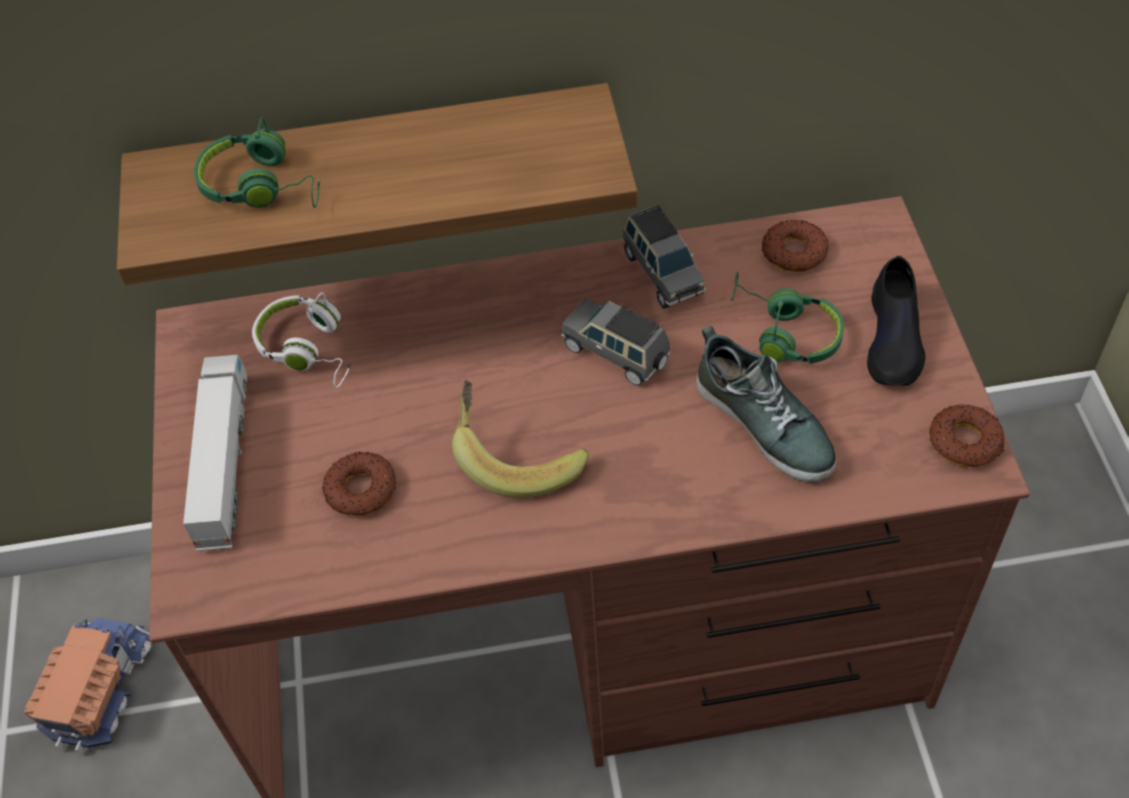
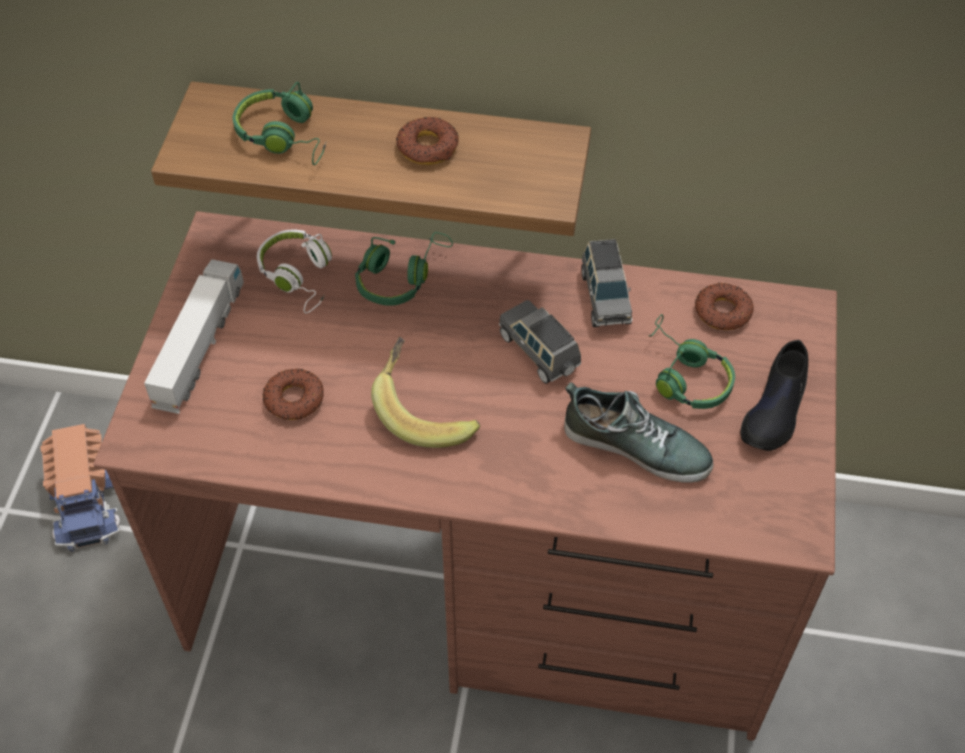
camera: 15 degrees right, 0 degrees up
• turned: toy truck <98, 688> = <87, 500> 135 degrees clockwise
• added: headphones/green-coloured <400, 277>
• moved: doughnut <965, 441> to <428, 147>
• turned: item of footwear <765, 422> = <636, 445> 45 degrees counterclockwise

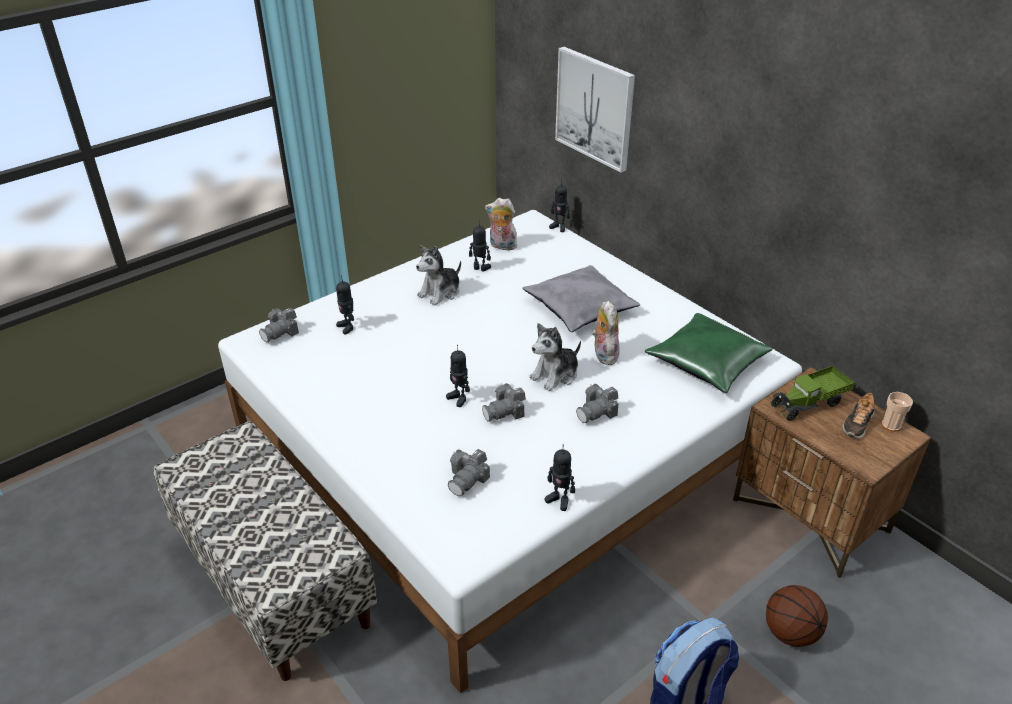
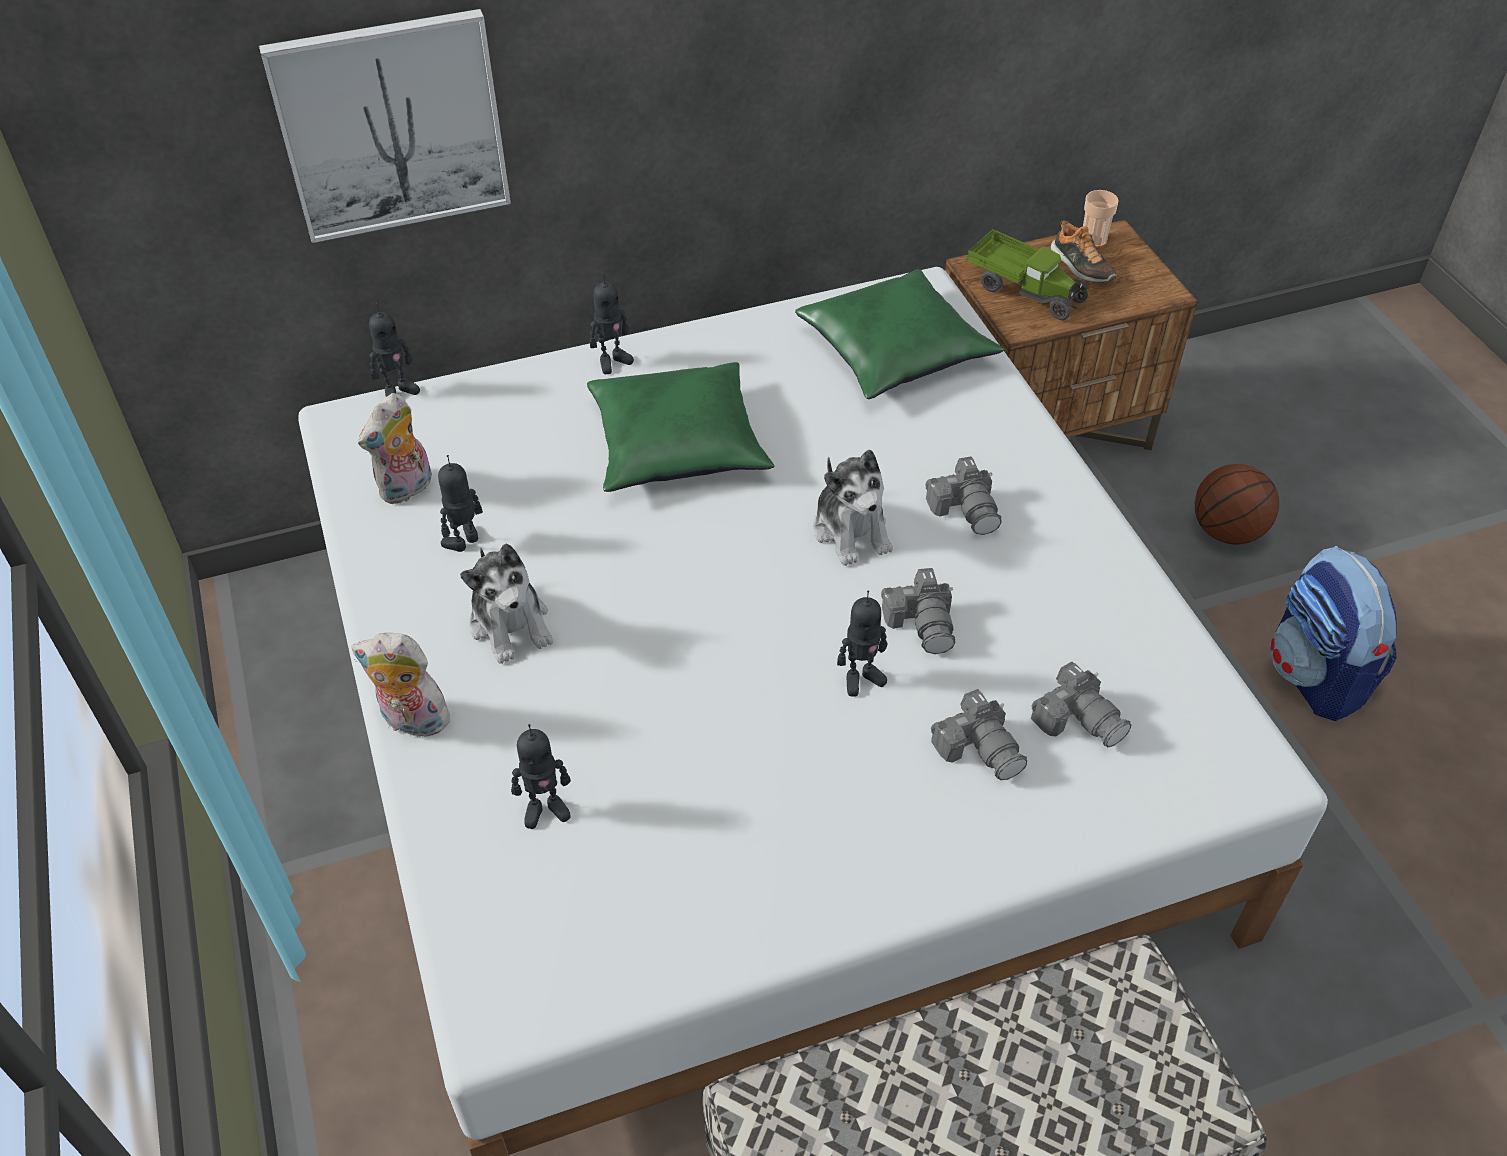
camera: 70 degrees left, 10 degrees up
• moved: plush toy <603, 354> to <412, 721>
• recoloured: pillow/gray <580, 308> to pillow/green-coloured <678, 443>
• moved: toy robot <559, 500> to <612, 361>
• moved: still camera <281, 332> to <979, 748>
• turned: toy truck <809, 403> = <1025, 291> 45 degrees counterclockwise

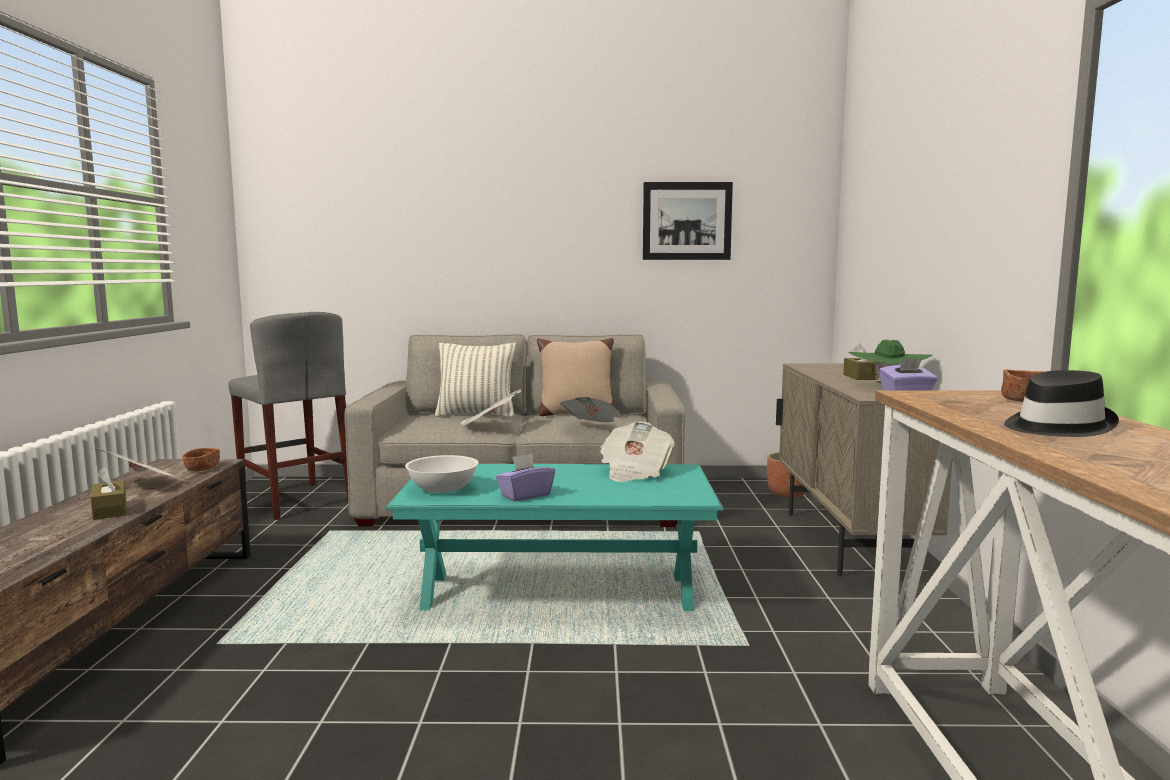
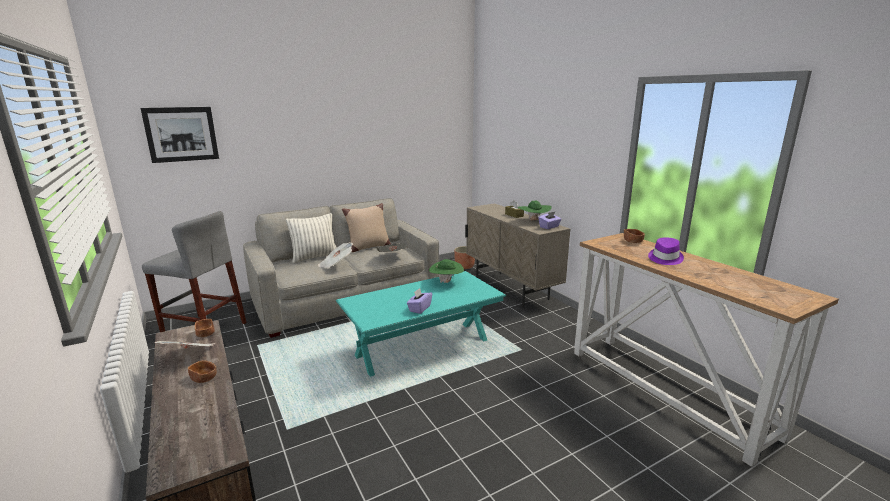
camera: 30 degrees left, 10 degrees up
• moved: wall art <687, 221> to <181, 134>
• replaced: box of tissues/brown <110, 510> to bowl/brown <204, 378>
• replaced: daily paper <634, 472> to clothing hat/green-coloured <446, 282>
• recoloured: clothing hat/black <1055, 426> to clothing hat/purple <664, 258>
• removed: bowl/white-coloured <442, 489>

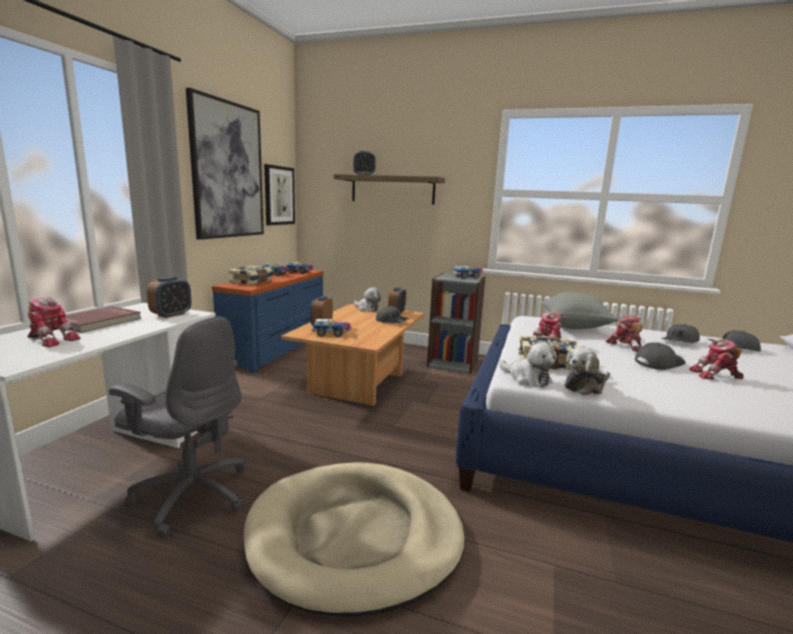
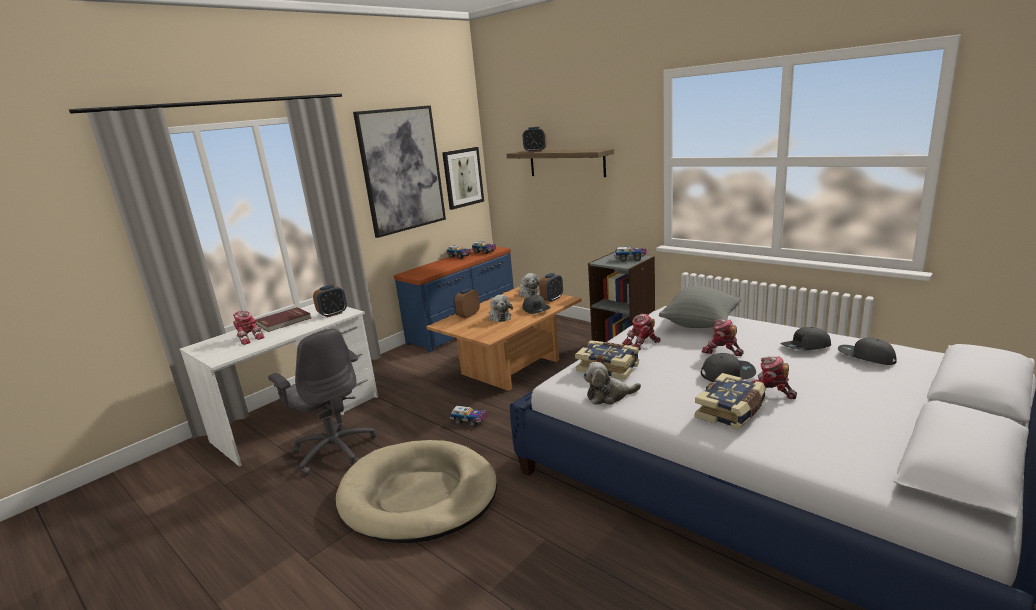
camera: 25 degrees right, 5 degrees up
• moved: toy truck <331, 334> to <469, 421>
• moved: plush toy <527, 378> to <499, 317>
• moved: bound book <252, 282> to <731, 412>
• turned: toy robot <625, 346> = <721, 351> 60 degrees counterclockwise

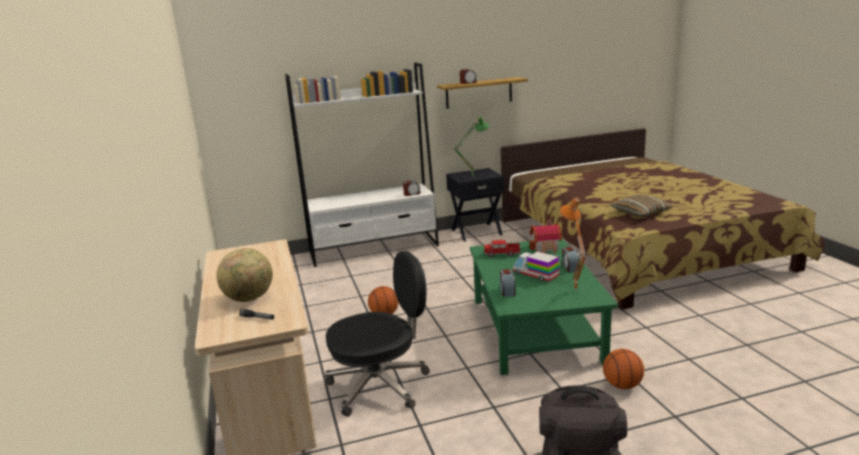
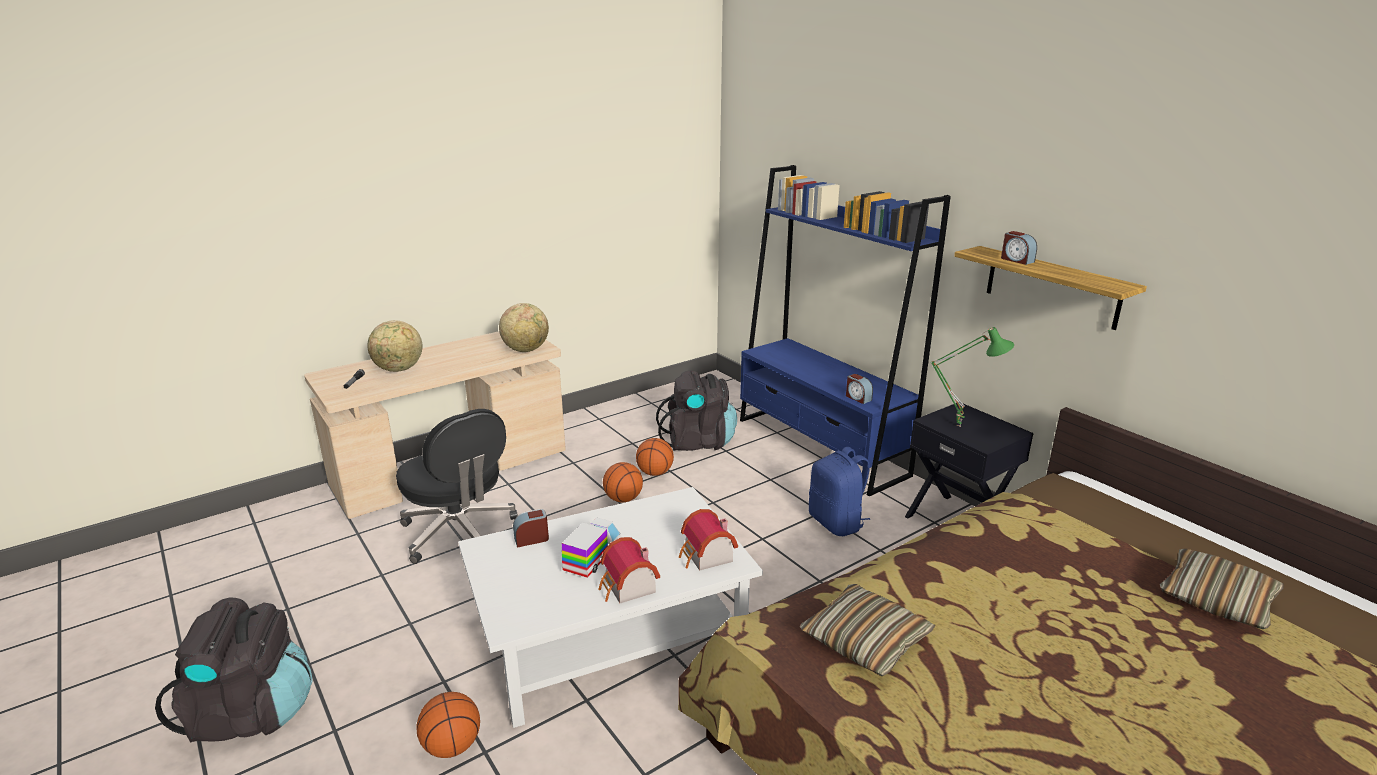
camera: 70 degrees right, 5 degrees up
• recoloured: coffee table/green-coloured <535, 329> to coffee table/white-coloured <610, 636>
• added: globe <526, 350>
• replaced: alarm clock <570, 267> to miniature house <628, 588>
• added: ball for basketball <655, 473>
• added: rucksack/black <698, 441>
• recoloured: bookcase/white-coloured <374, 249> to bookcase/bluish <821, 447>
• added: rucksack/bluish <837, 523>
• added: pillow <1216, 599>
• removed: toy truck <502, 254>
• removed: table lamp/orange <573, 290>

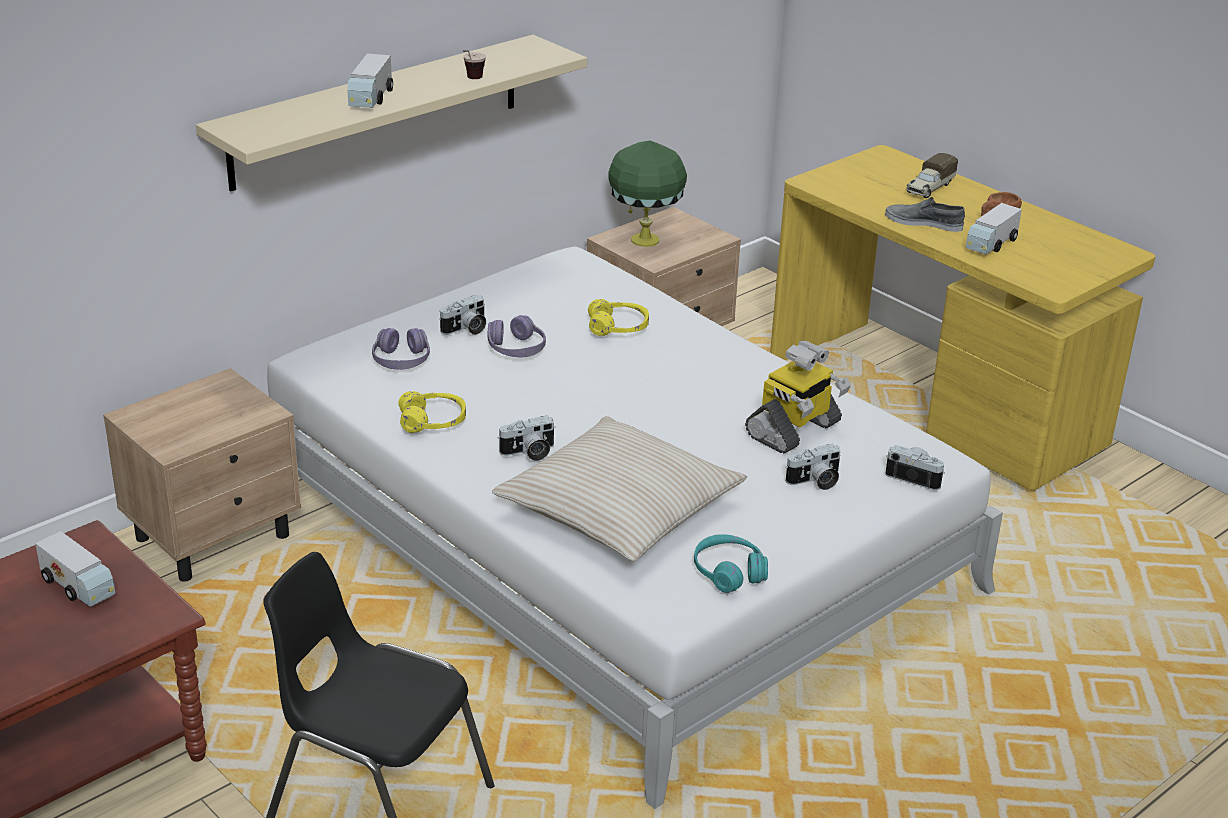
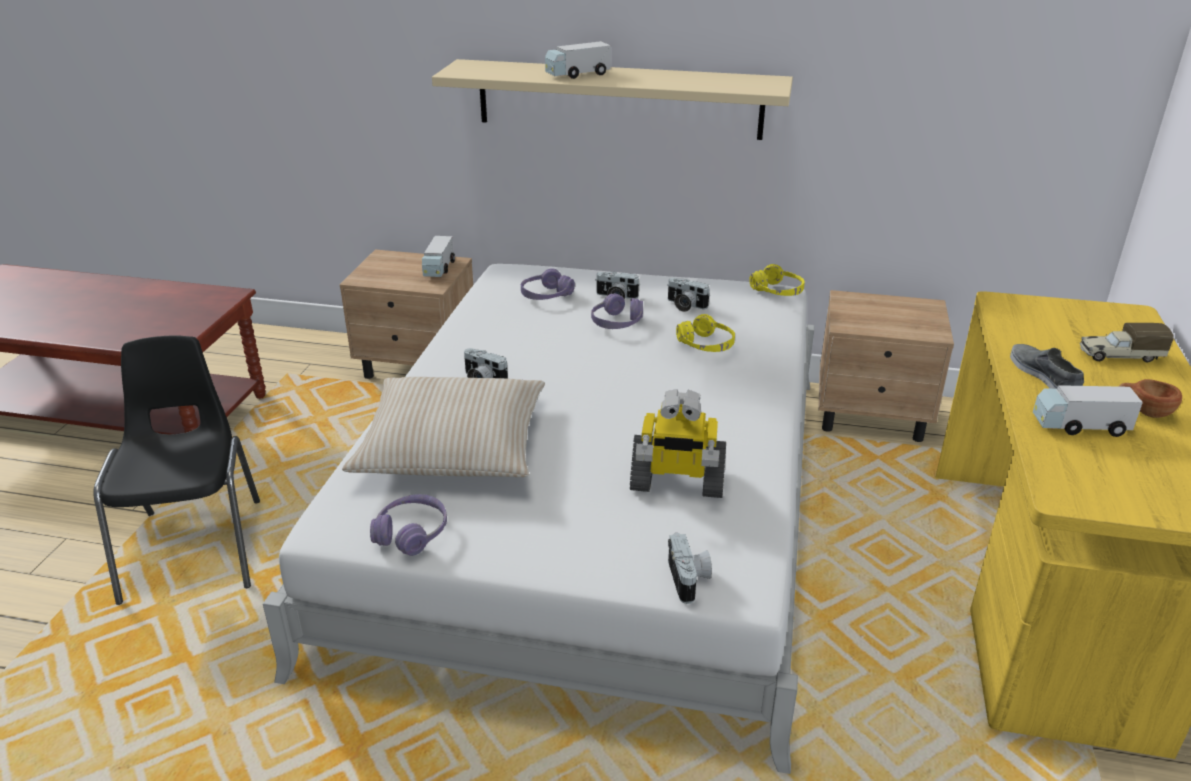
camera: 55 degrees right, 0 degrees up
• recoloured: headphones/turquoise <729, 573> to headphones/purple <411, 533>
• moved: toy truck <78, 586> to <438, 268>
• moved: still camera <815, 481> to <685, 305>
• moved: headphones/yellowish <433, 422> to <777, 291>
• removed: drinking cup <471, 80>
• removed: table lamp/green-coloured <644, 239>

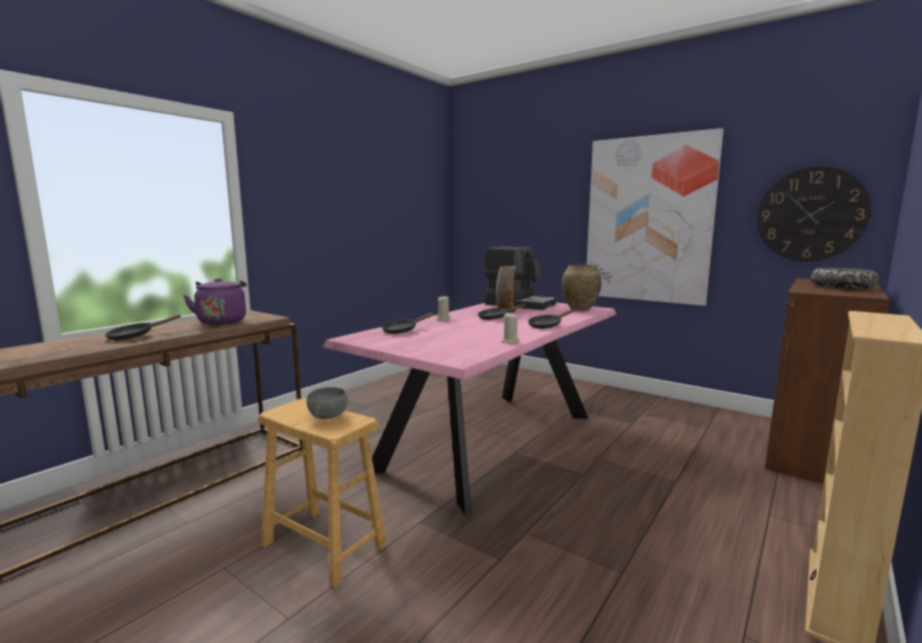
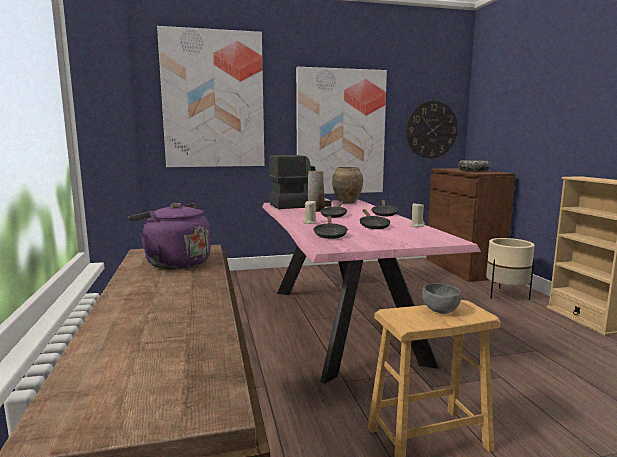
camera: 50 degrees left, 0 degrees up
• added: wall art <213, 100>
• moved: pan/black <135, 336> to <373, 226>
• added: planter/sand-coloured <506, 295>

